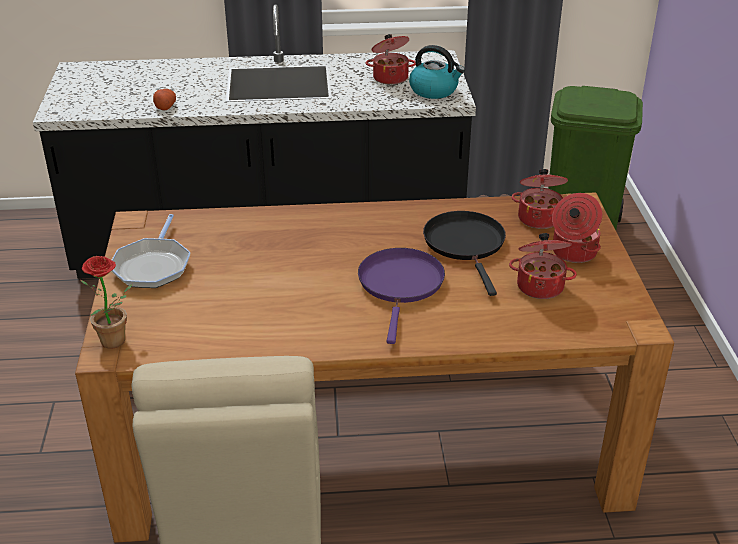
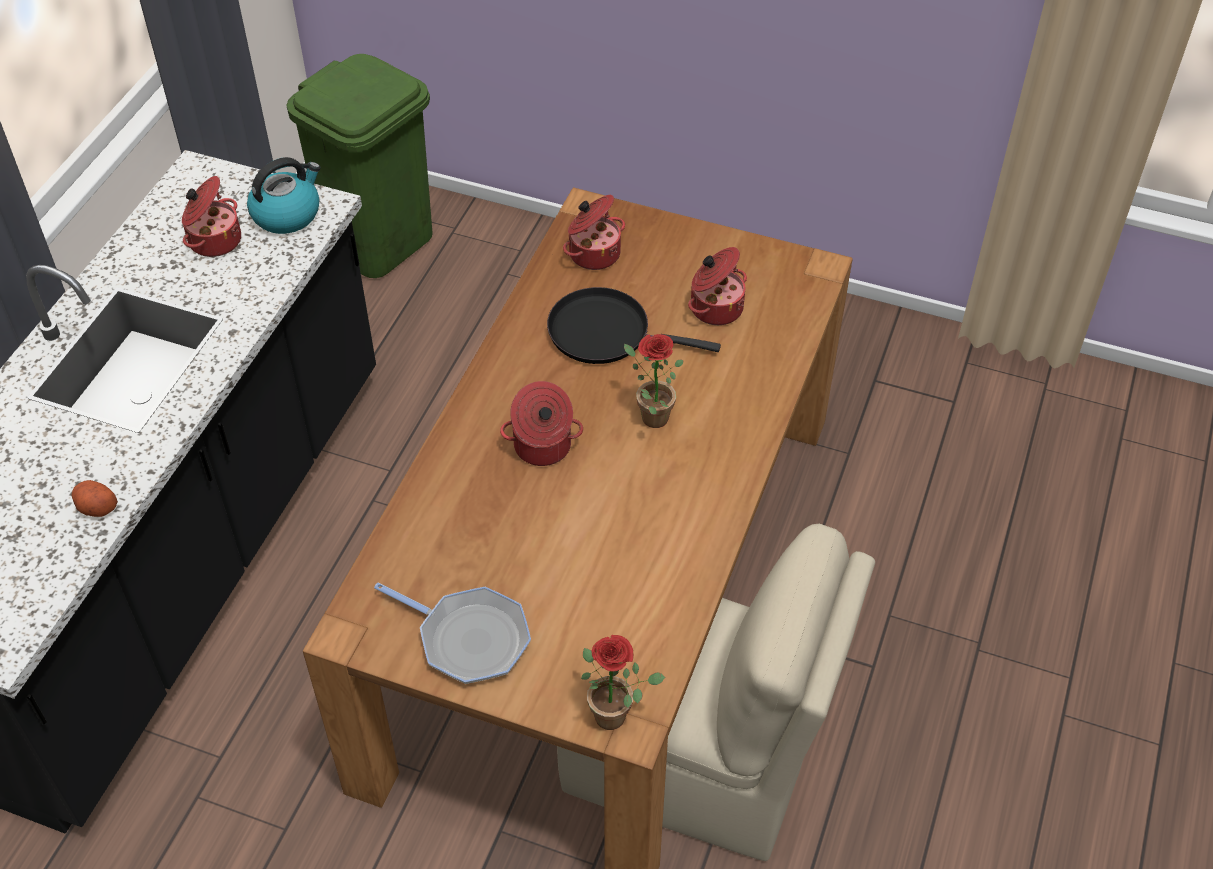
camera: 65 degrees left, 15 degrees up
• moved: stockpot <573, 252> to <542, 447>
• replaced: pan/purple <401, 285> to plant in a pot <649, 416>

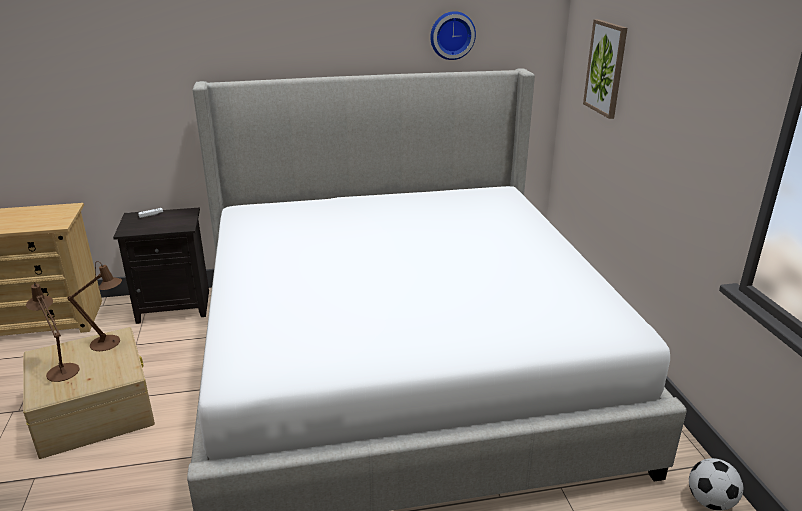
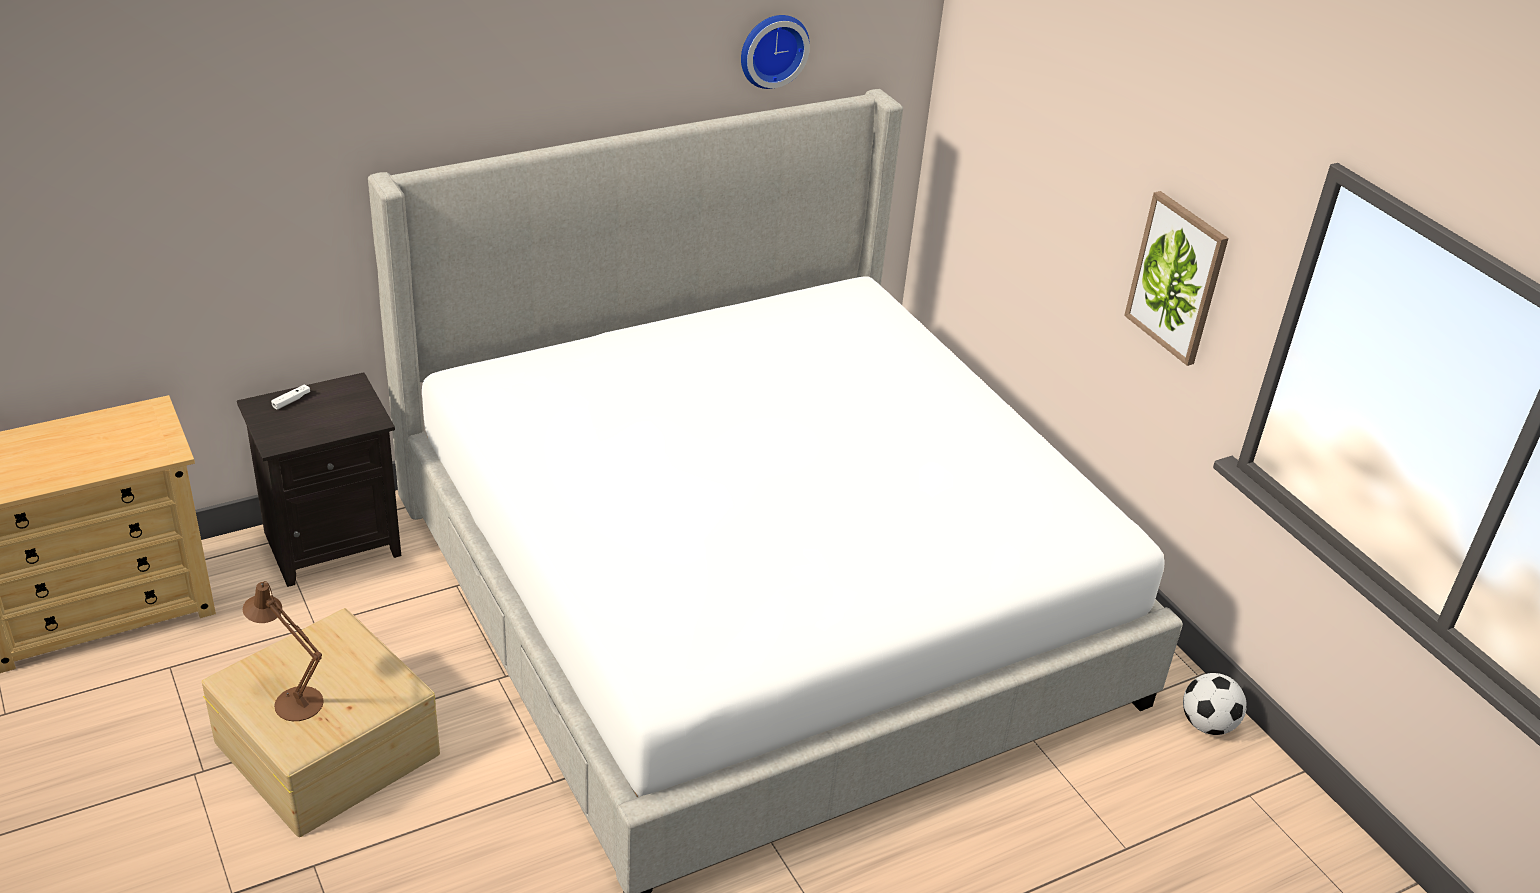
camera: 20 degrees left, 10 degrees up
• moved: wall art <606, 68> to <1177, 277>
• removed: table lamp/brown <109, 343>

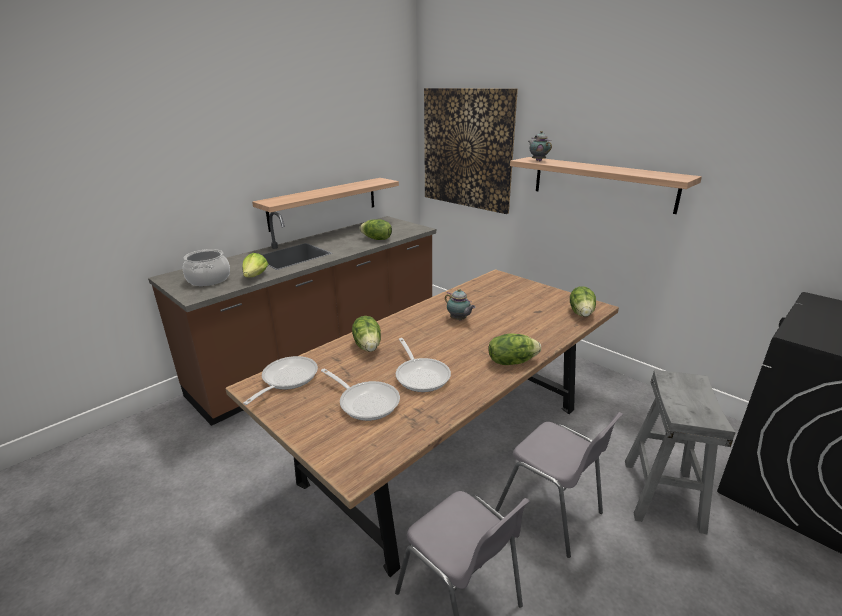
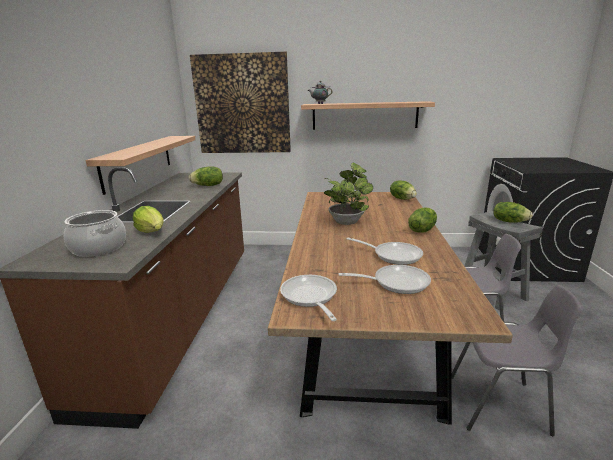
camera: 40 degrees left, 5 degrees down
• replaced: pot for tea <459, 320> to plant in a pot <347, 221>
• moved: lettuce head <368, 346> to <509, 221>

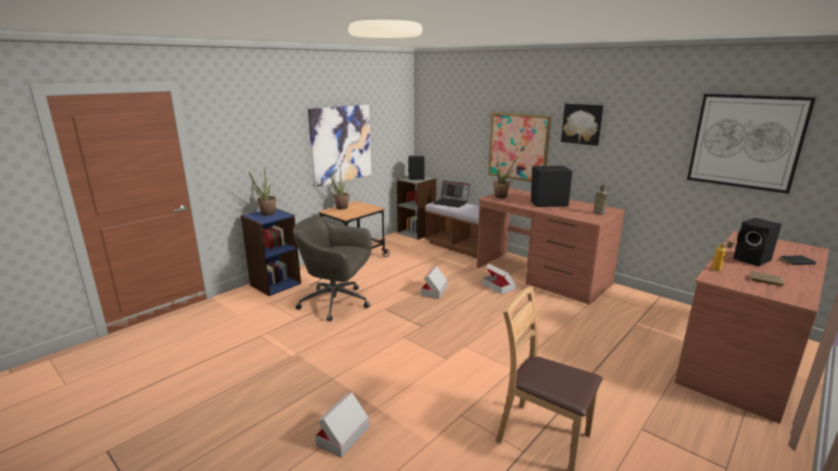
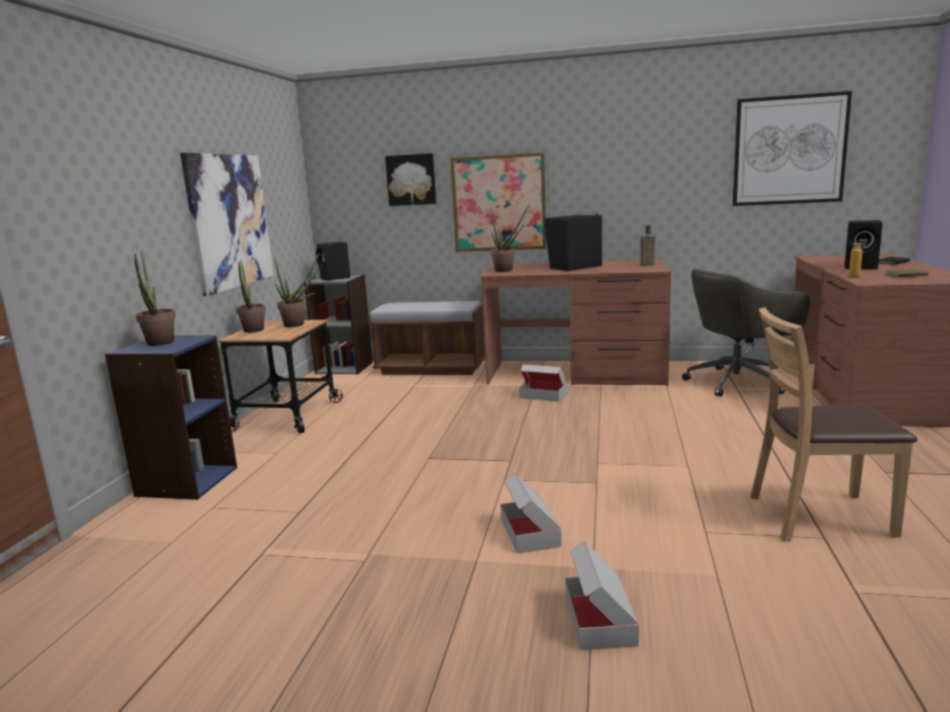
camera: 30 degrees left, 5 degrees down
• added: plant in a pot <298, 324>
• moved: wall art <582, 124> to <411, 180>
• moved: carton <434, 291> to <530, 532>
• moved: office chair/gray <337, 303> to <739, 382>
• removed: laptop <451, 203>

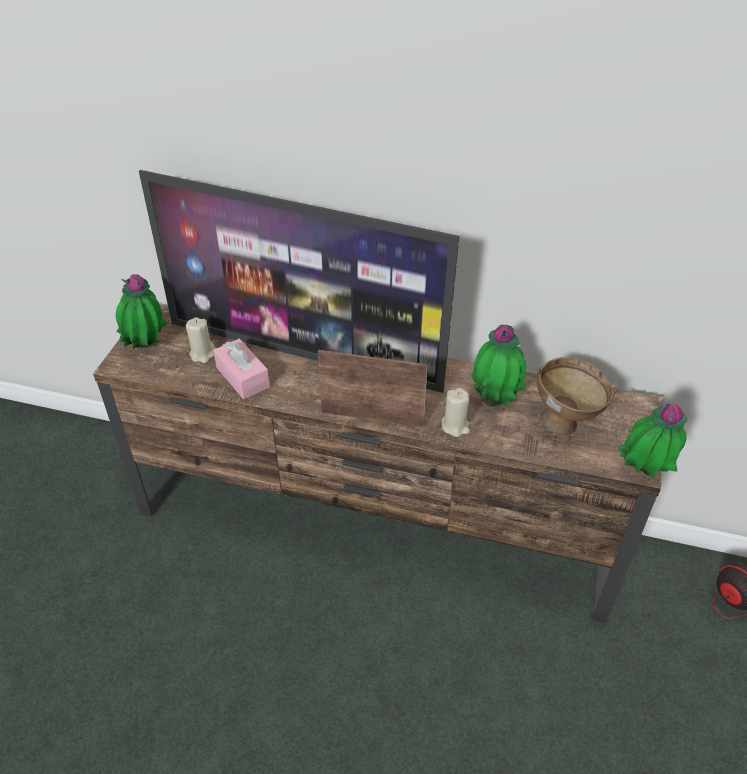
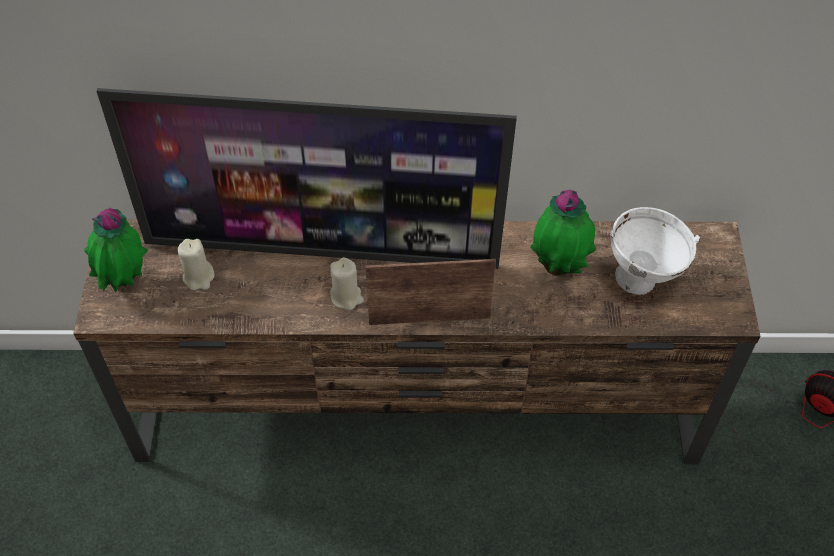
camera: 15 degrees left, 10 degrees up
• moved: candle/sand-coloured <455, 426> to <346, 296>
• recoloured: bowl/brown <567, 423> to bowl/white-coloured <644, 278>
• removed: box of tissues/pink <242, 377>
• removed: plant in a pot <642, 474>

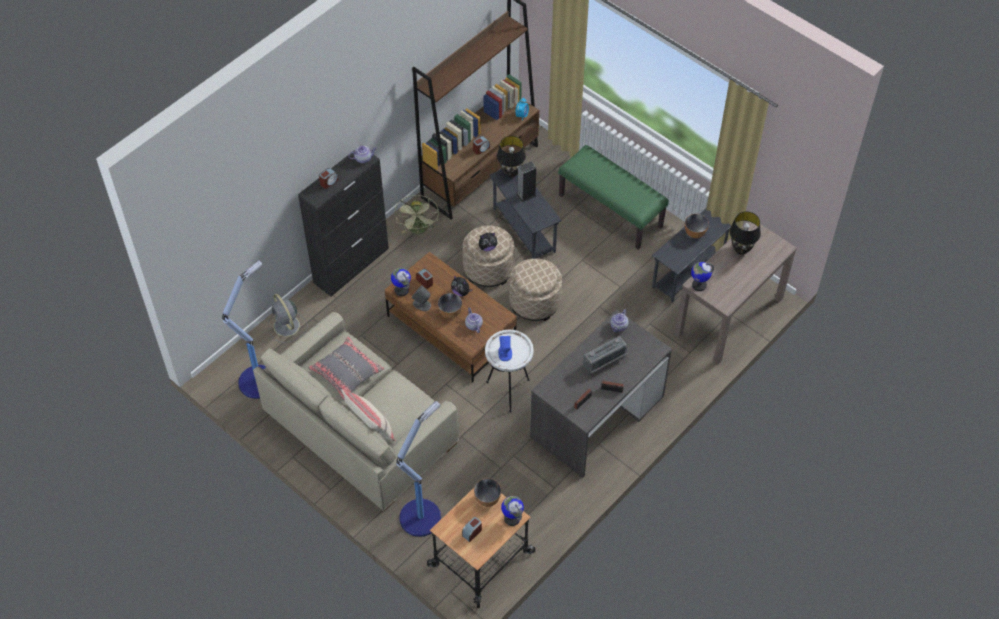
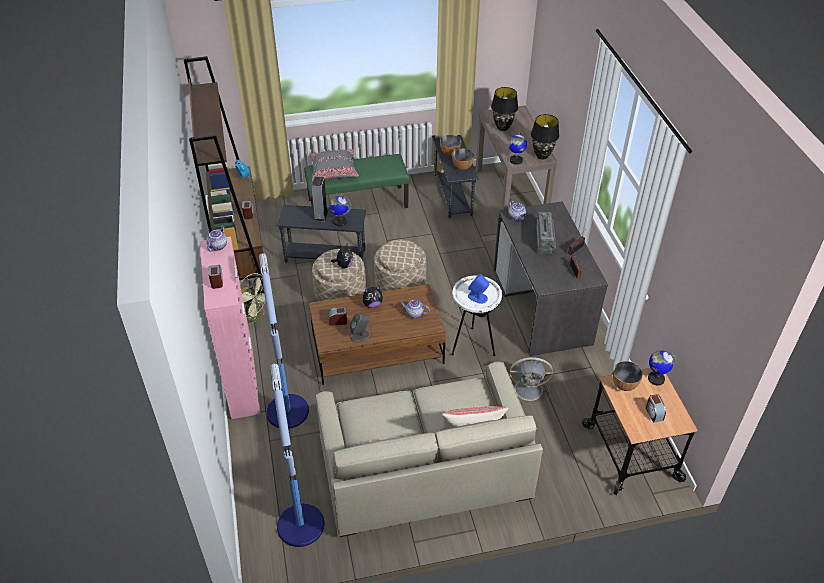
camera: 55 degrees left, 10 degrees down
• recoloured: cabinet/black <351, 265> to cabinet/pink <242, 381>
• moved: standing lamp <421, 516> to <287, 410>
• moved: pillow/gray <346, 372> to <333, 171>
• moved: globe <401, 290> to <340, 222>
• moved: bowl <450, 312> to <462, 167>
• moved: fan/gray <287, 327> to <529, 389>
• moved: table lamp/black <510, 173> to <542, 156>

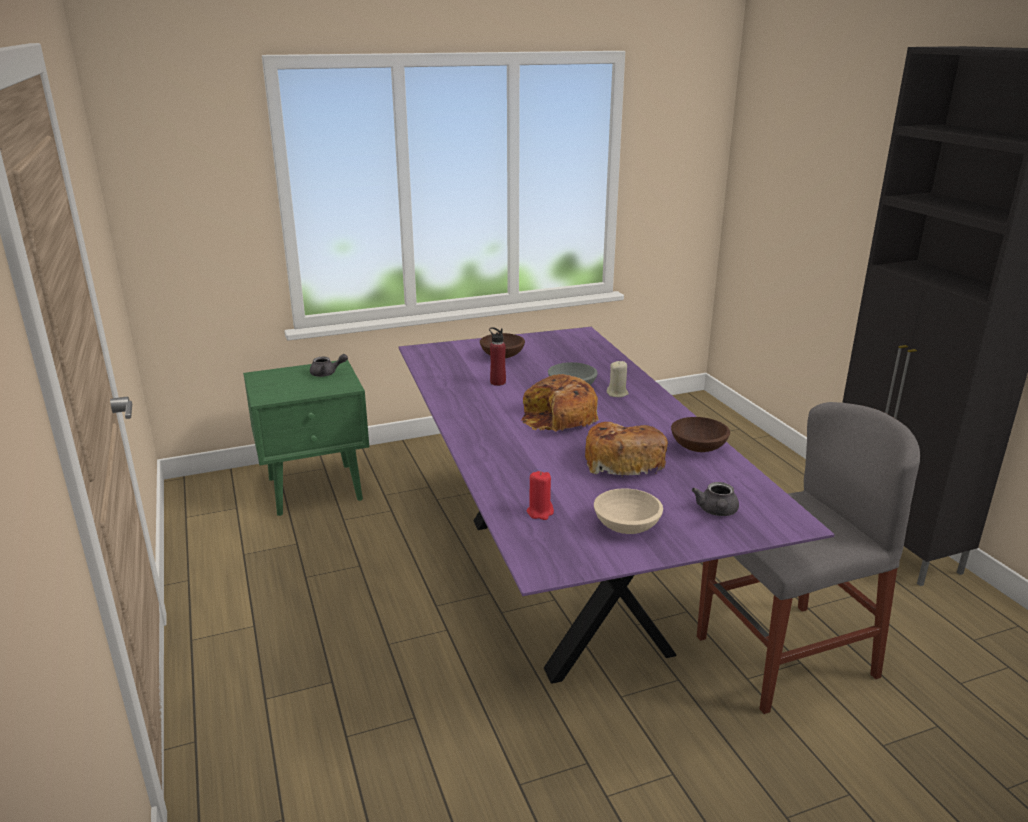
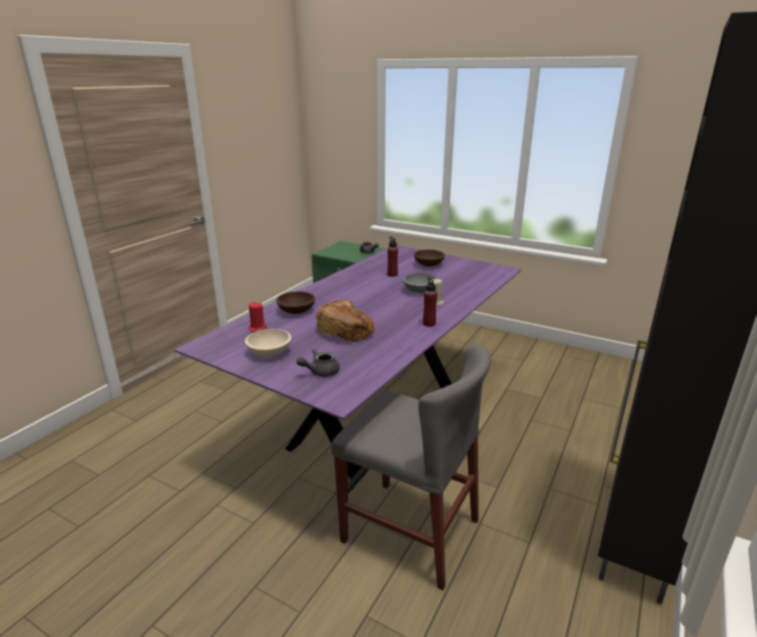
camera: 50 degrees right, 0 degrees up
• moved: bowl/brown <697, 447> to <296, 311>
• added: bottle/red <429, 324>
• removed: bakery bread <558, 418>

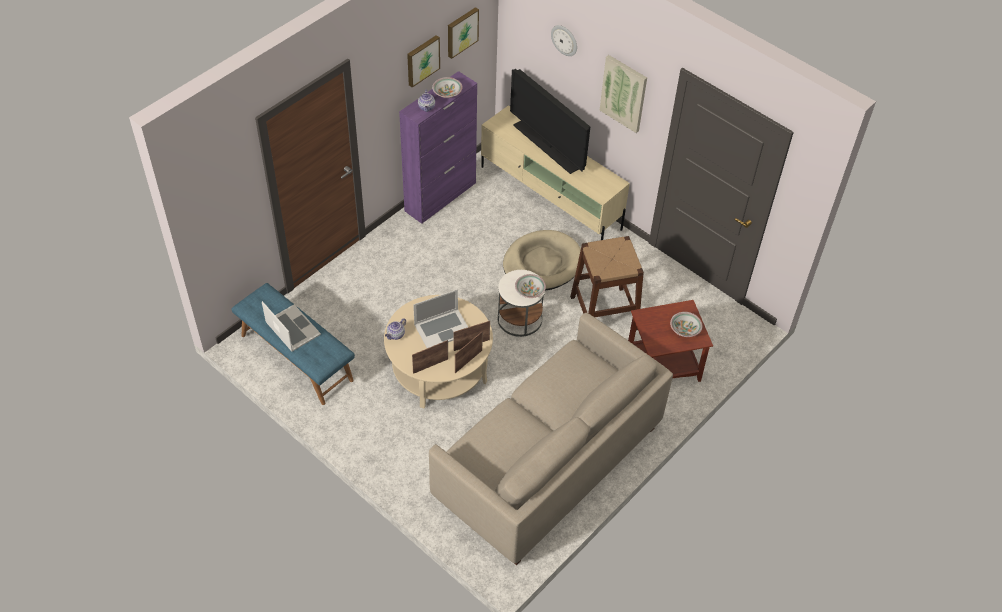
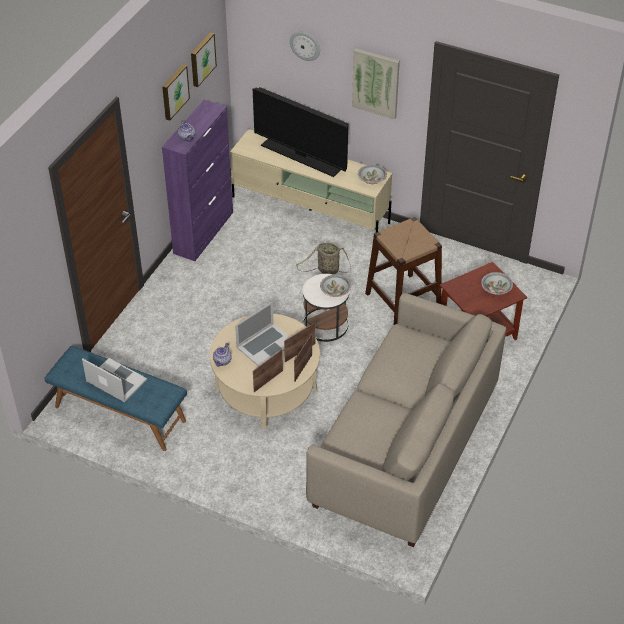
camera: 15 degrees left, 5 degrees down
• replaced: dog cushion/sand-coloured <542, 263> to household basket <326, 270>
• moved: bowl <447, 93> to <372, 179>

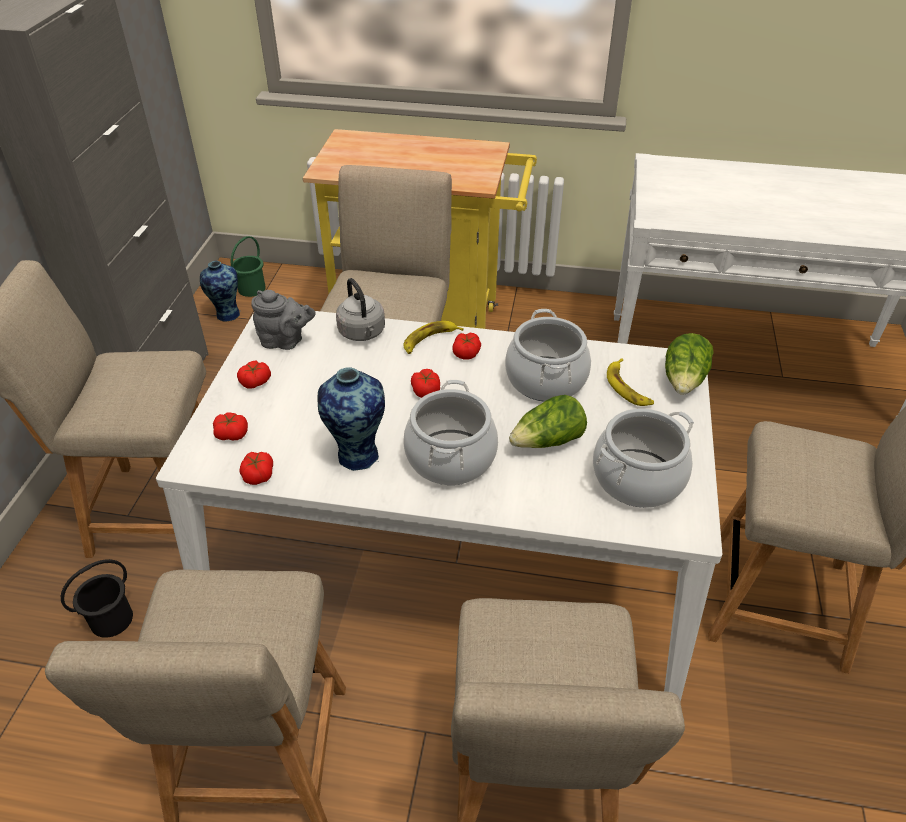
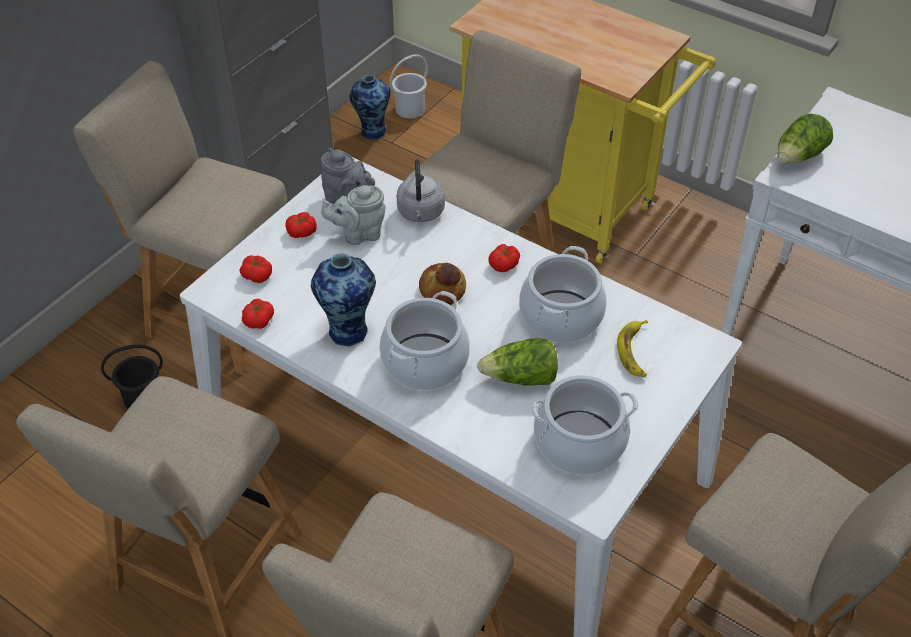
camera: 25 degrees right, 5 degrees up
• added: pot for tea/gray <359, 234>
• recoloured: bucket/green-coloured <251, 289> to bucket/white-coloured <409, 109>
• replaced: tomato <426, 390> to bakery bread <443, 290>
• moved: lettuce head <684, 380> to <799, 156>
• removed: banana <429, 340>

